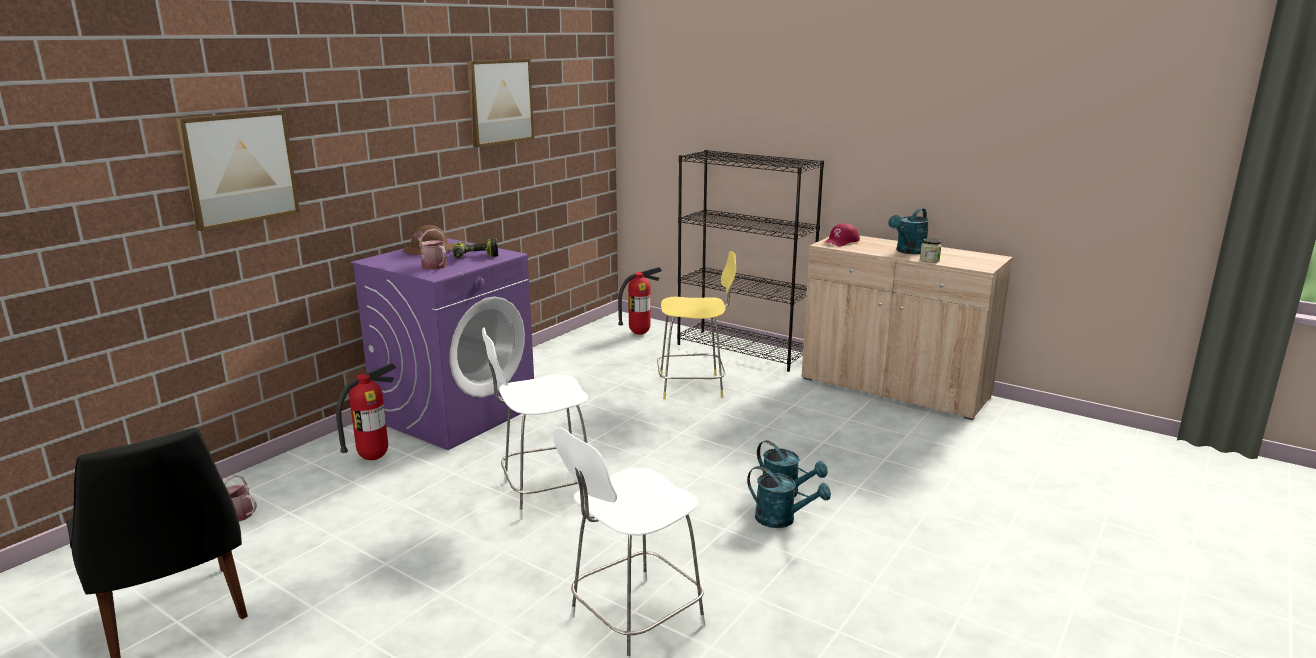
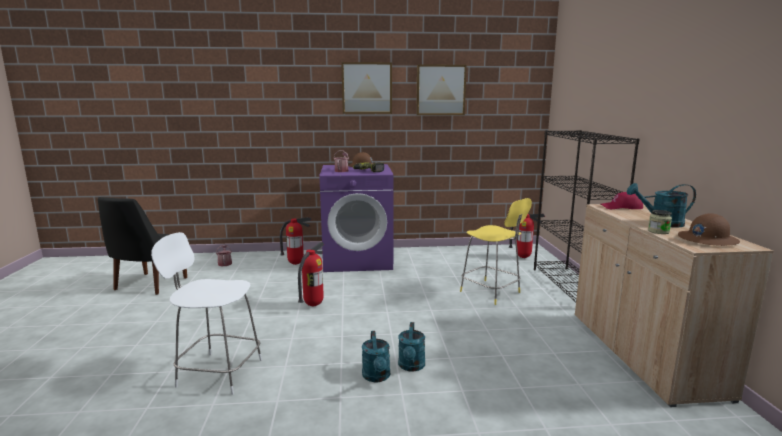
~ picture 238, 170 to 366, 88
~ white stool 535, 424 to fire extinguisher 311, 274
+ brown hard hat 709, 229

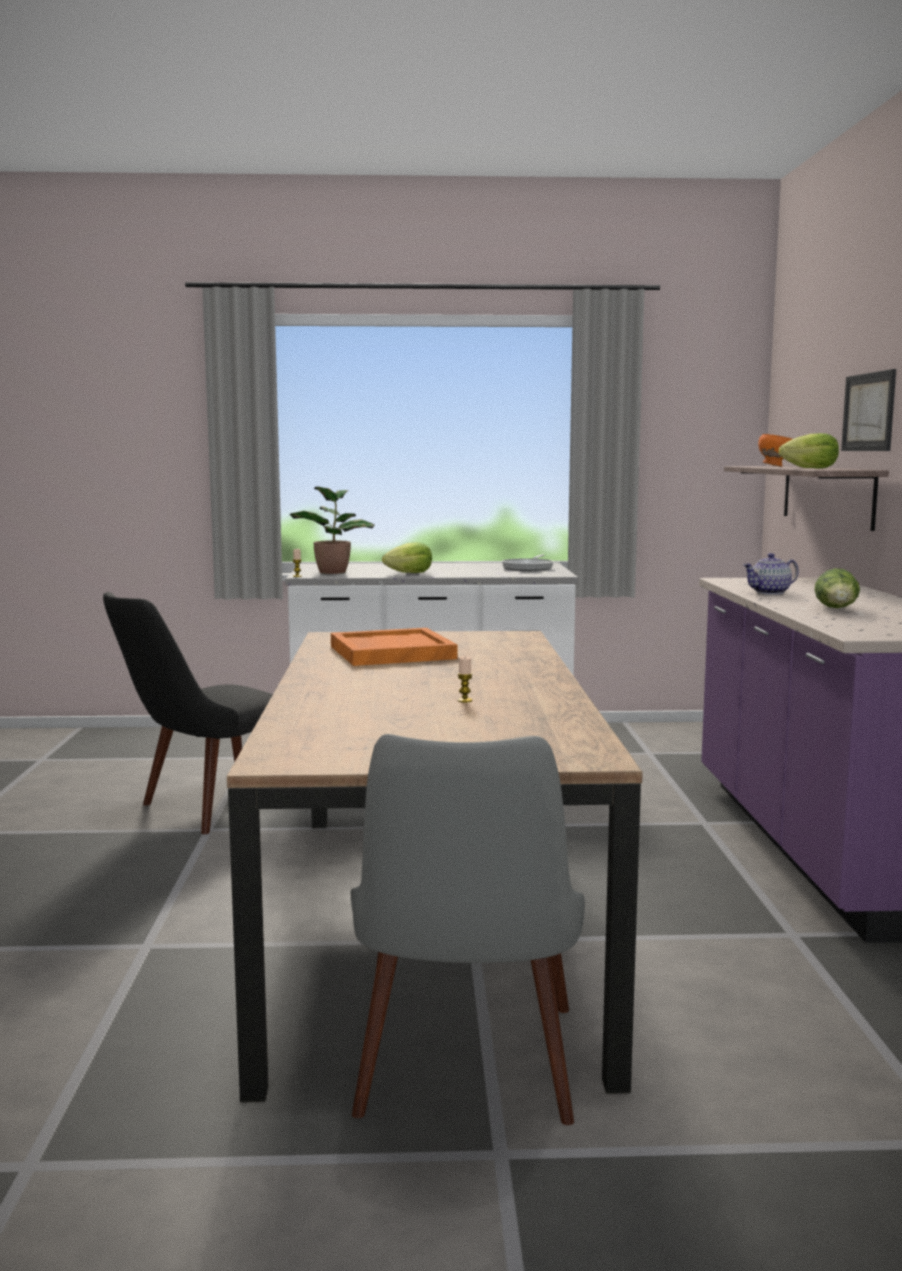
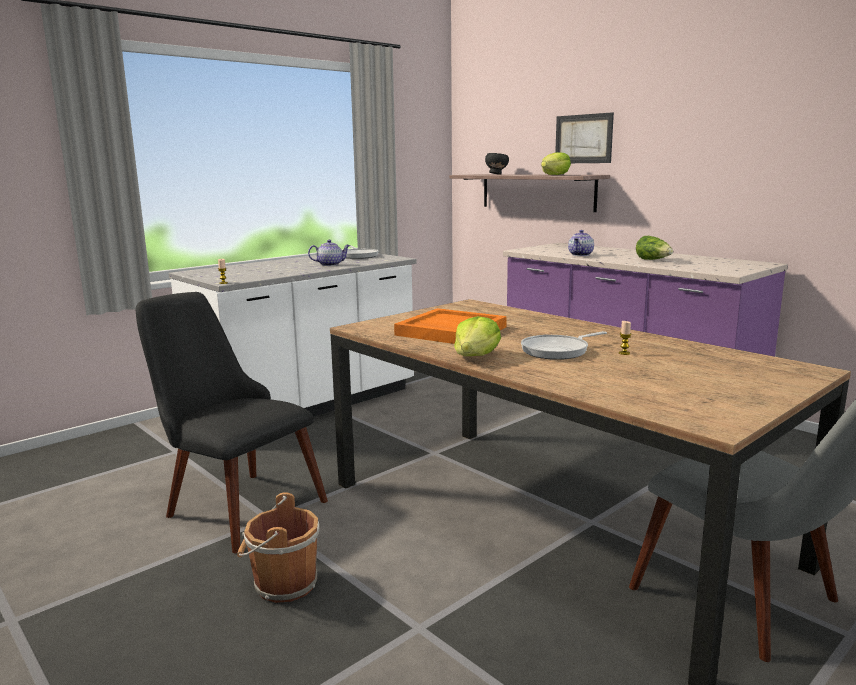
~ orange bowl 775, 450 to black bowl 497, 164
- potted plant 332, 530
~ lettuce 407, 557 to 477, 336
~ black chair 188, 713 = 232, 423 120 degrees clockwise
+ teapot 329, 253
+ frying pan 564, 345
+ brown bucket 278, 547

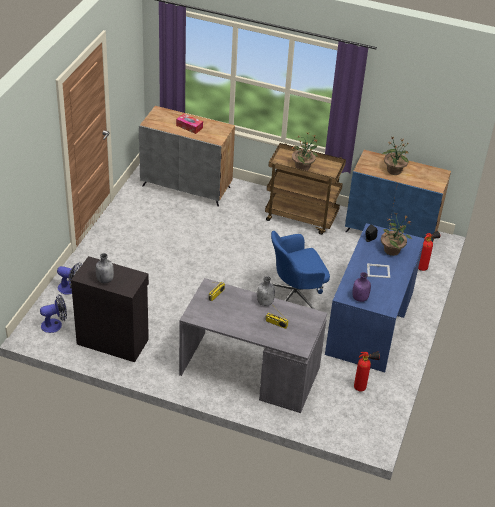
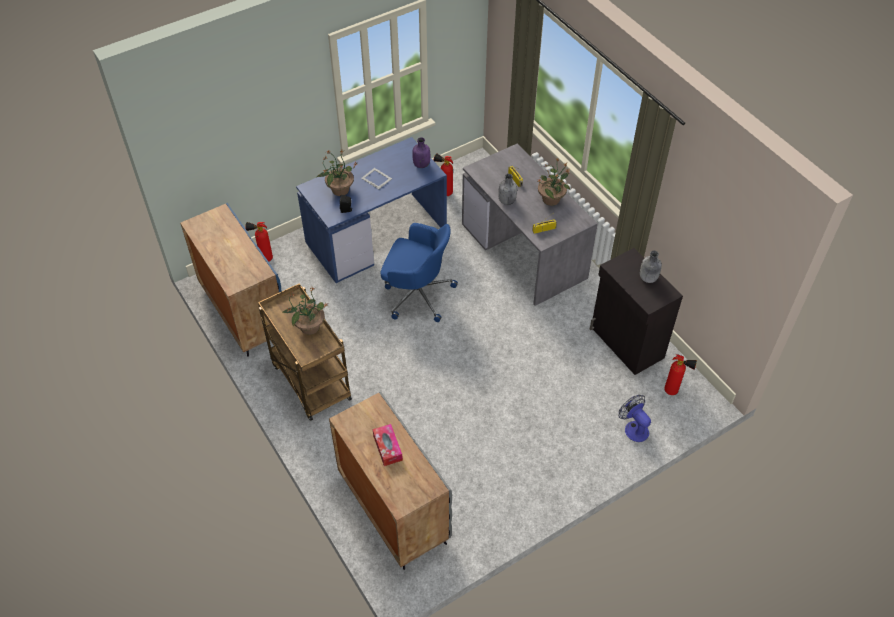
~ potted plant 395, 155 to 554, 182
~ fan 53, 314 to fire extinguisher 680, 374

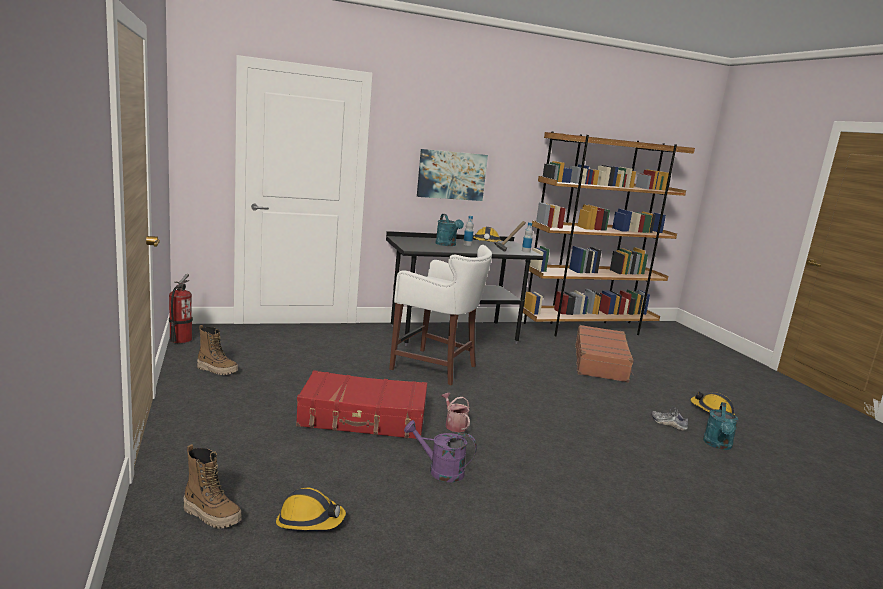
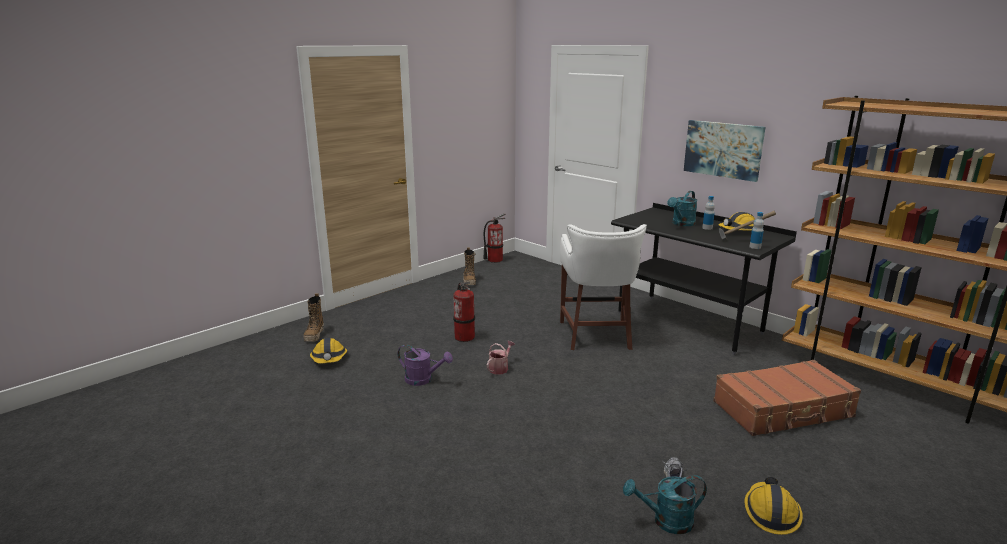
~ red suitcase 361, 404 to fire extinguisher 464, 312
~ purple watering can 440, 451 = 425, 365 120 degrees clockwise

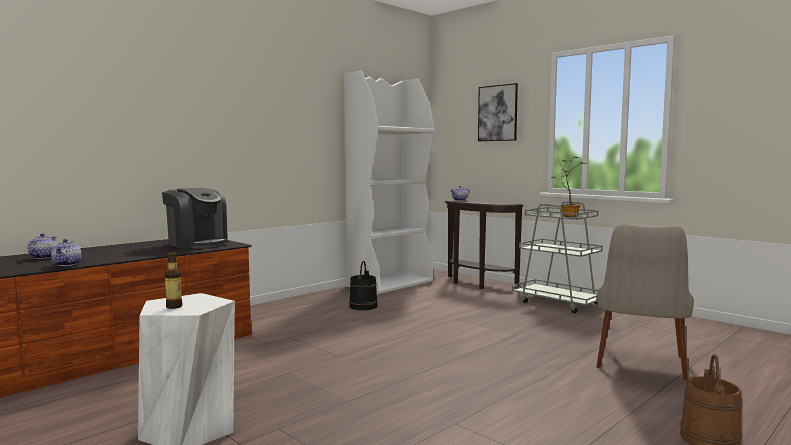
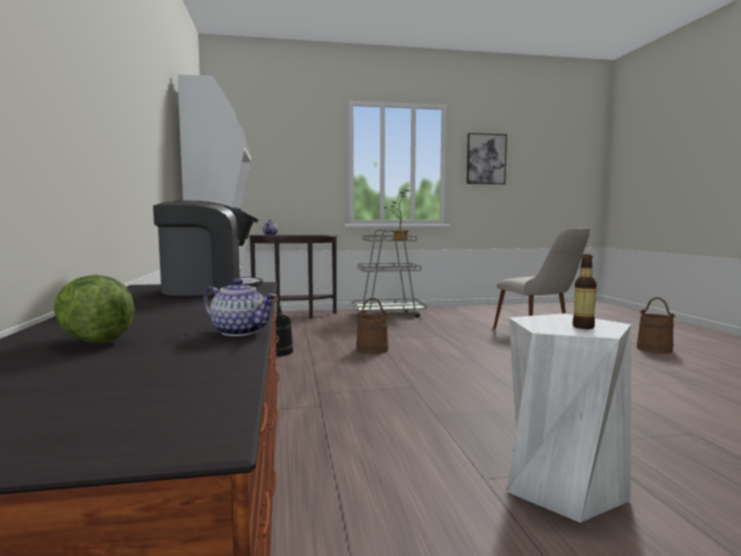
~ picture 498, 112 to 487, 158
~ teapot 41, 246 to lettuce 94, 309
+ brown bucket 372, 326

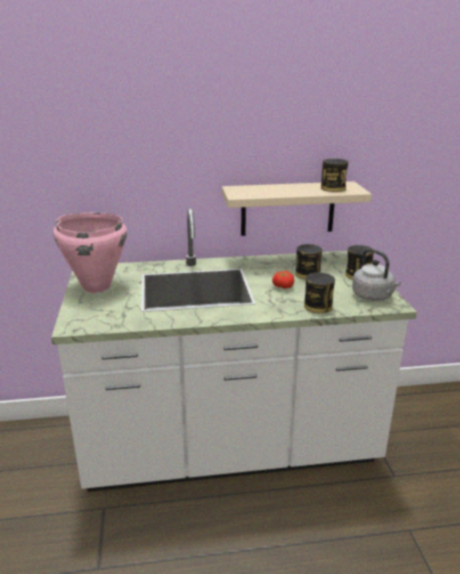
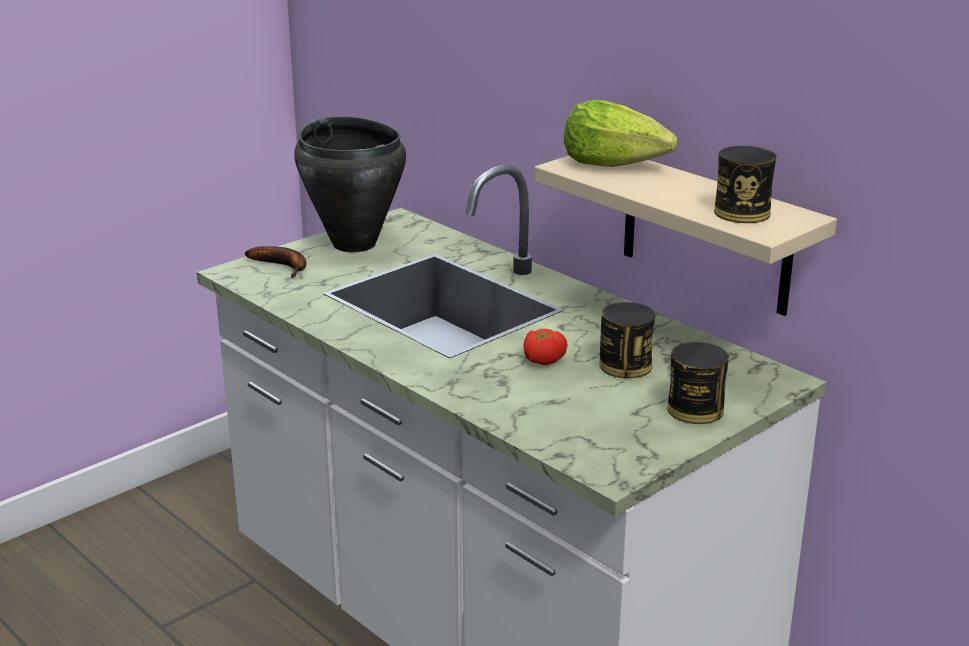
~ pink cooking pot 90, 253 to black cooking pot 350, 184
- grey kettle 376, 274
- can 319, 293
+ lettuce 621, 133
+ banana 275, 262

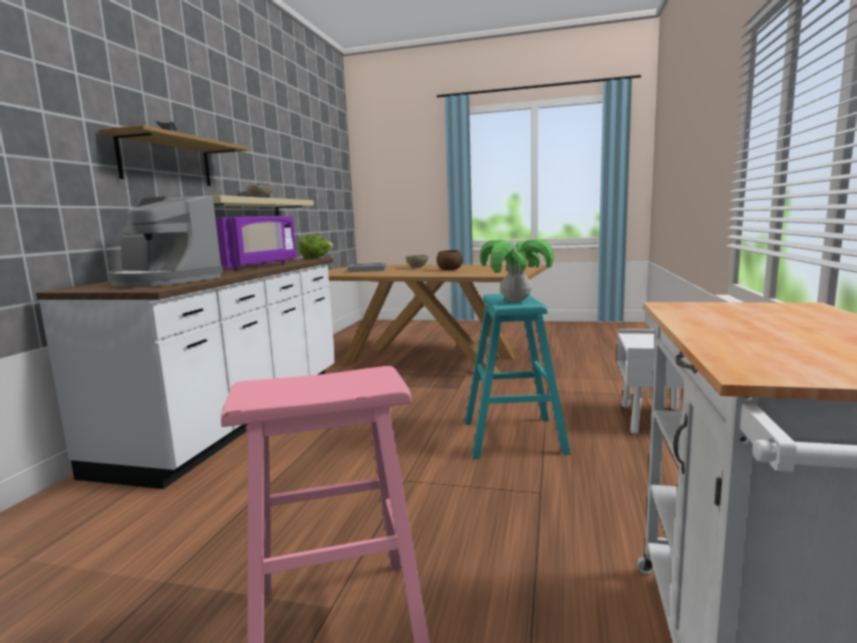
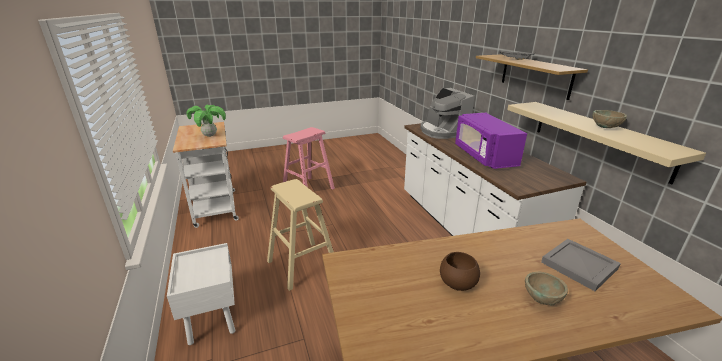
~ coffee machine 165, 241 = 447, 113 105 degrees counterclockwise
- lettuce 316, 246
~ potted plant 517, 270 to 206, 121
~ turquoise stool 518, 376 to beige stool 300, 235

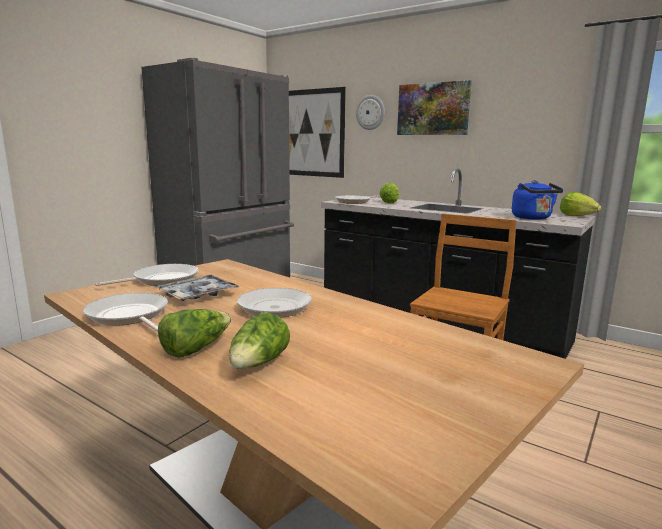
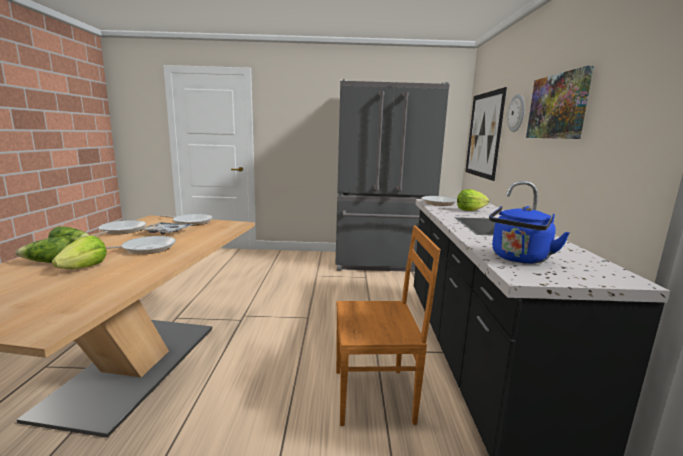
~ lettuce 580, 204 to 79, 252

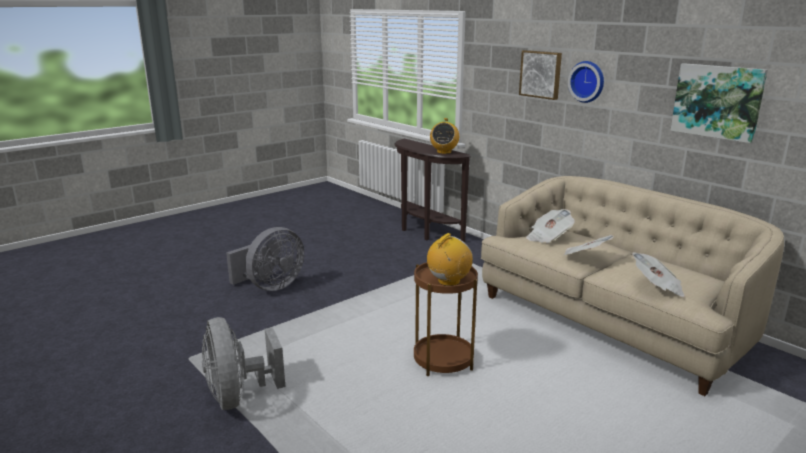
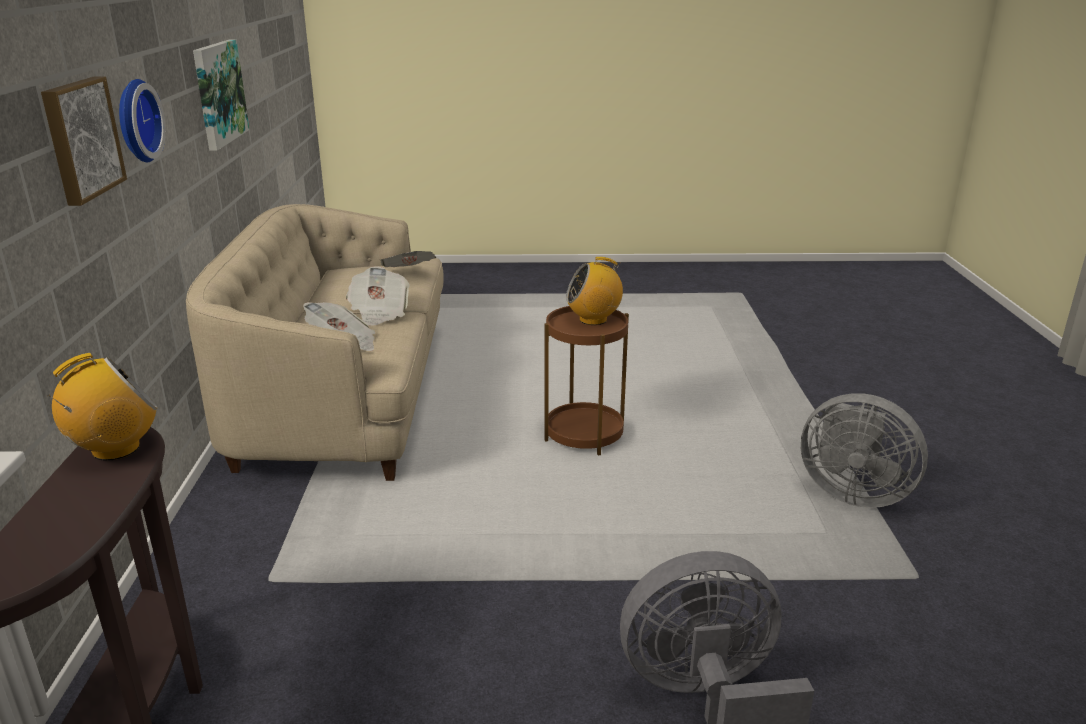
~ grey fan 244, 363 = 864, 450 105 degrees clockwise

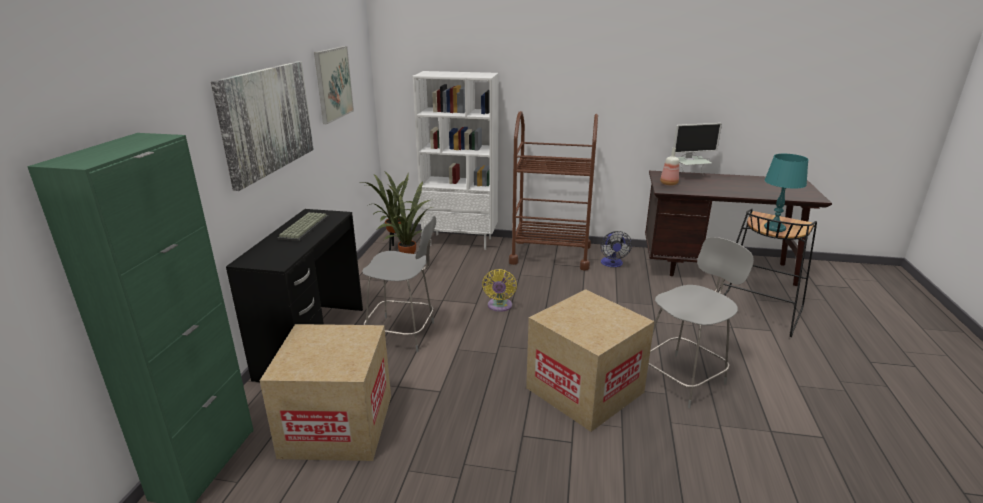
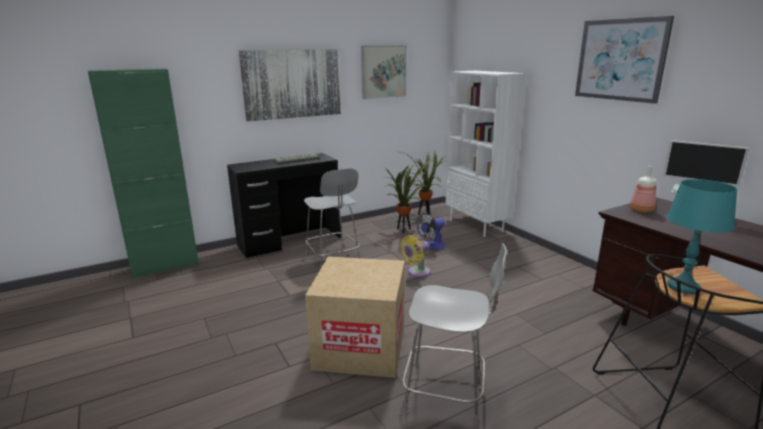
- brown cart 553, 191
~ fan 616, 249 to 431, 231
- cardboard box 325, 392
+ picture 624, 60

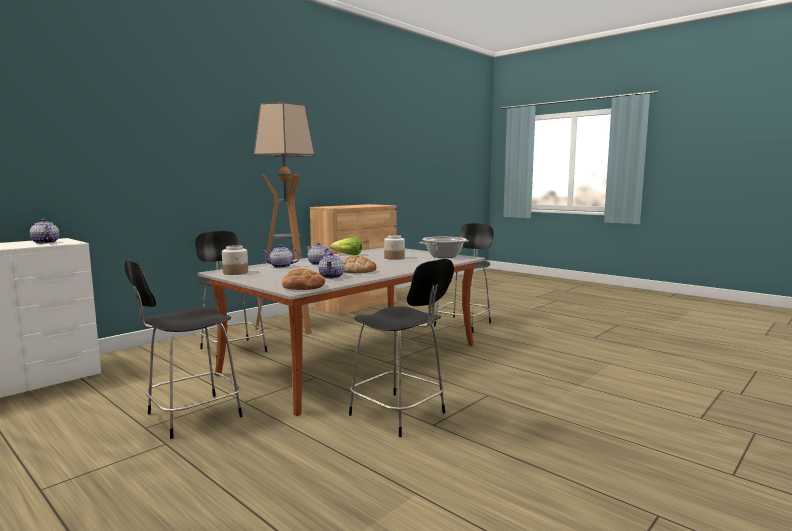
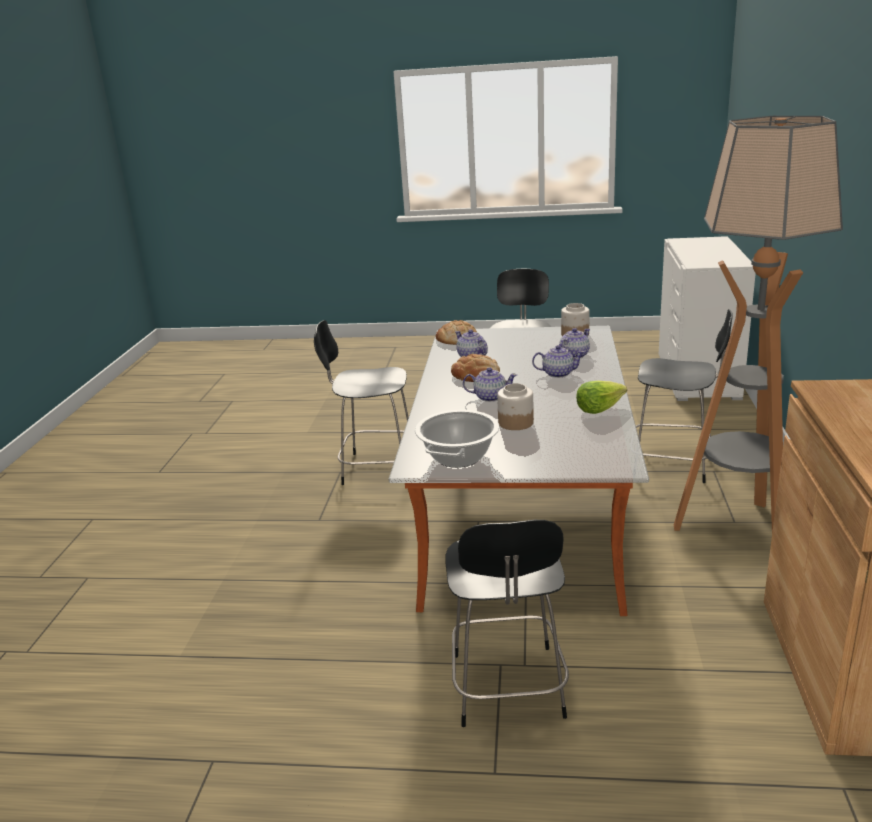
~ teapot 44, 231 to 490, 384

